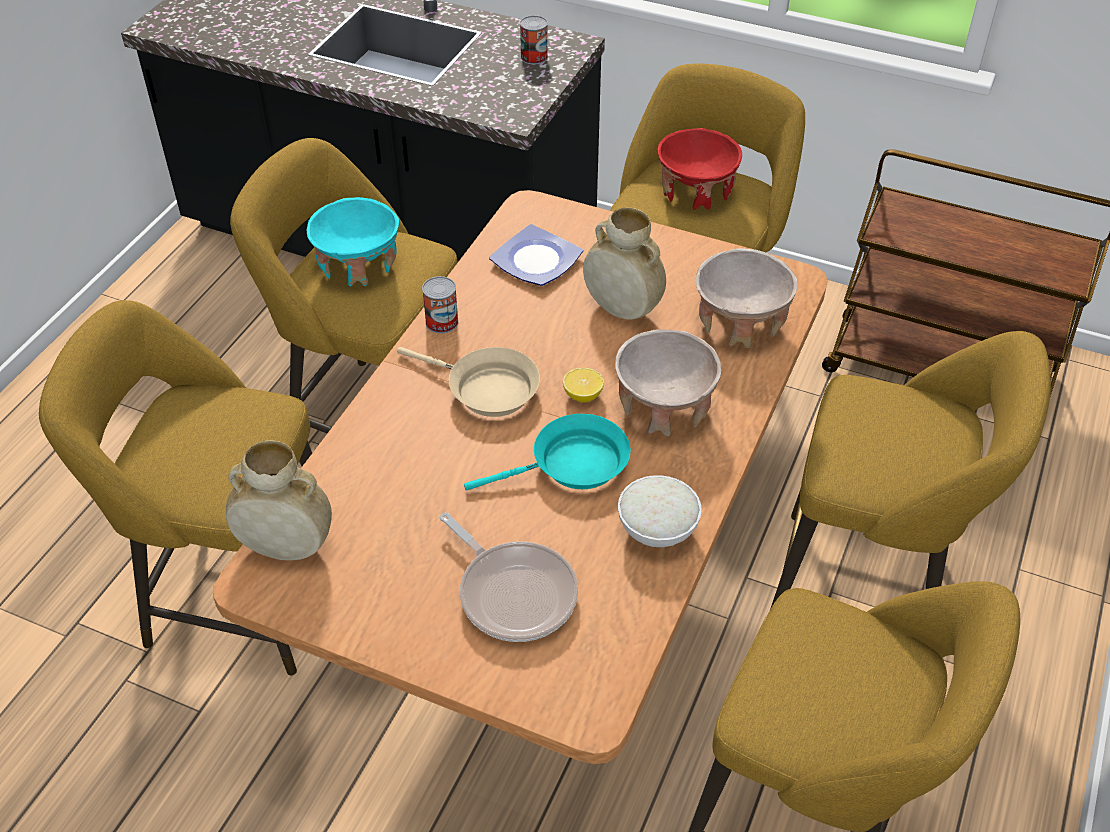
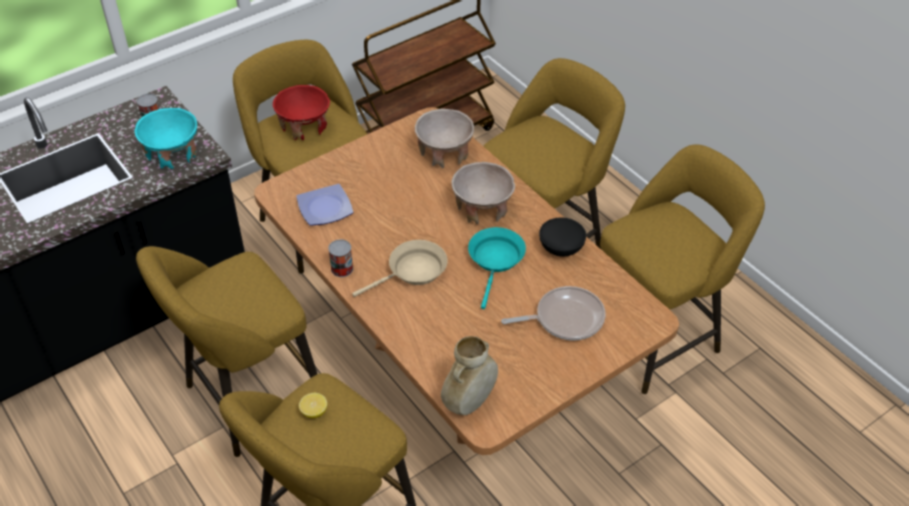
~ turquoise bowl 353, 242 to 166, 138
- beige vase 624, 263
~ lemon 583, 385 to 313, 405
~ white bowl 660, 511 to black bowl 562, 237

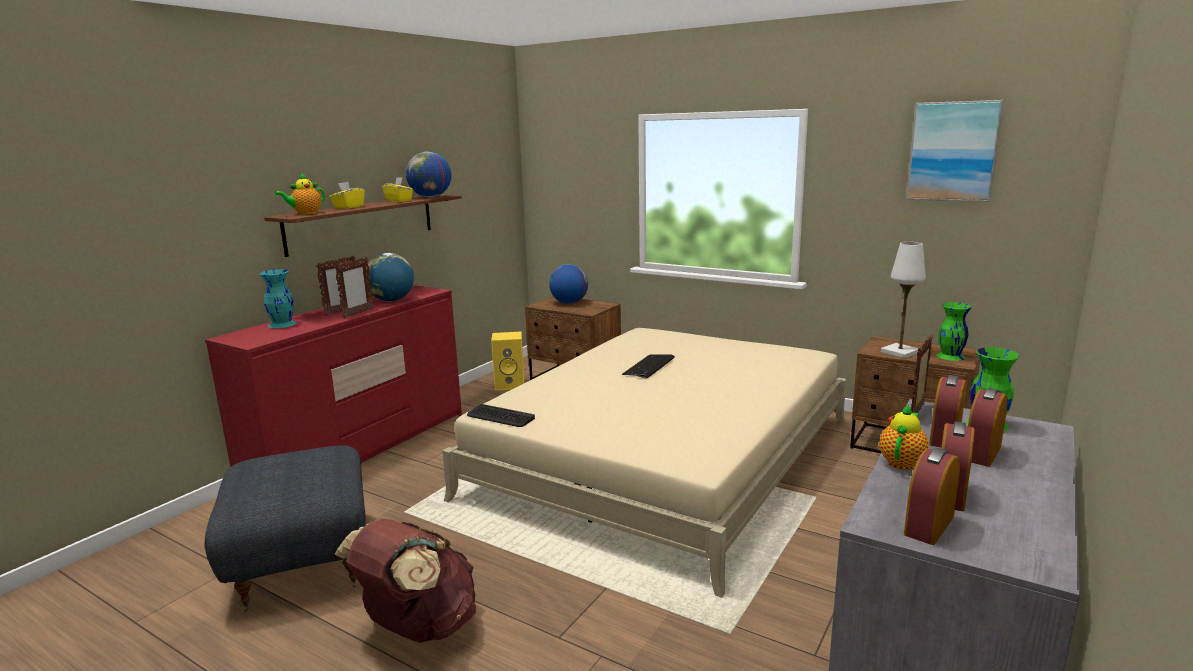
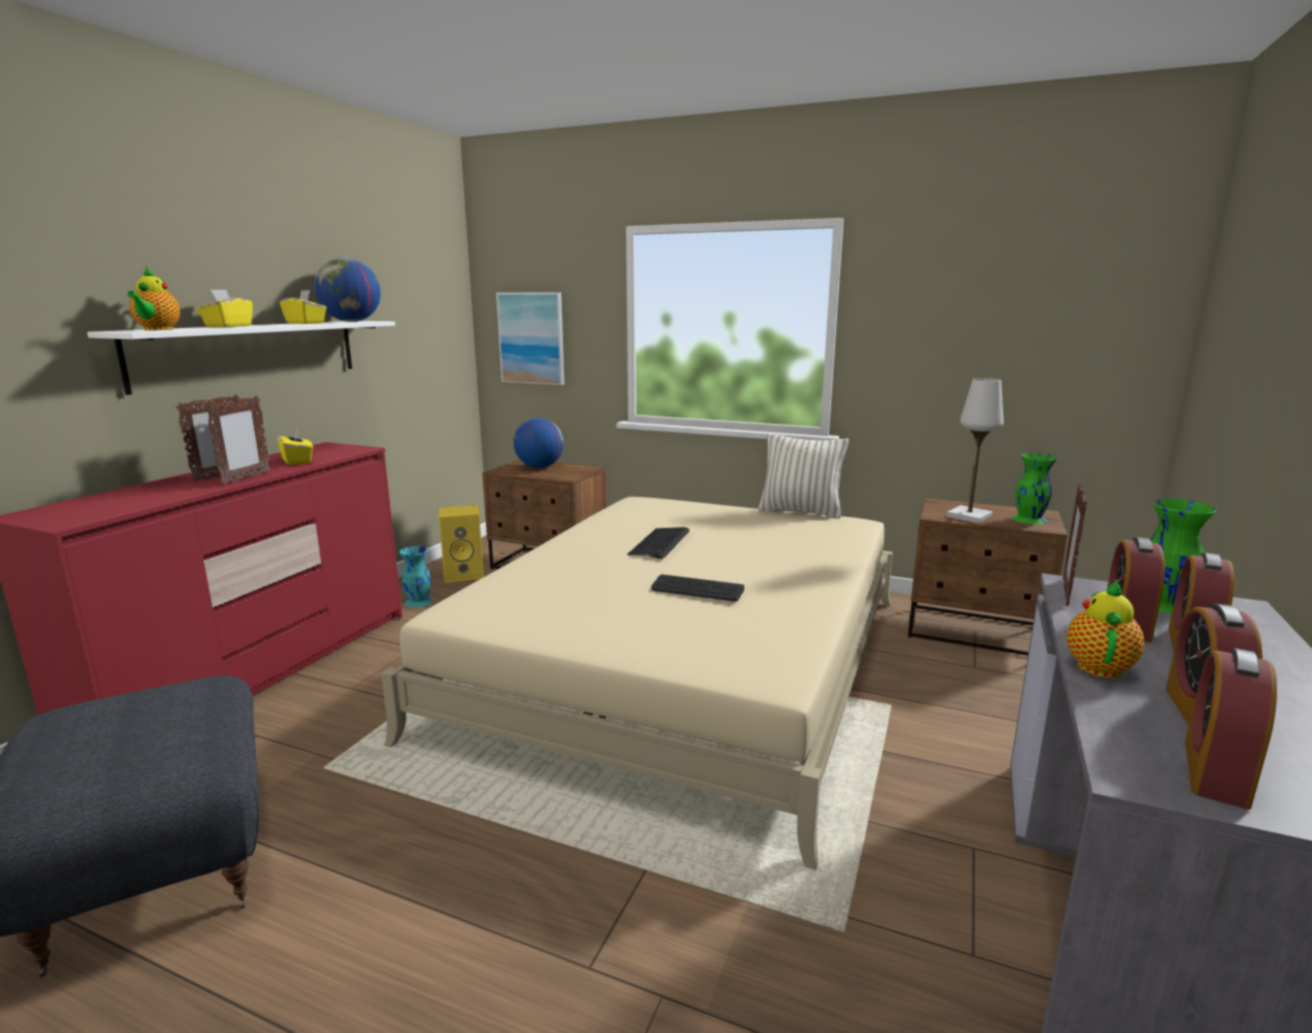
~ picture 955, 151 to 530, 338
~ teapot 299, 194 = 153, 298 45 degrees counterclockwise
~ brown shelf 363, 226 to white shelf 241, 358
~ globe 390, 277 to yellow tissue box 295, 446
~ turquoise vase 278, 298 to 416, 576
~ keyboard 501, 415 to 697, 587
- brown backpack 405, 581
+ pillow 803, 476

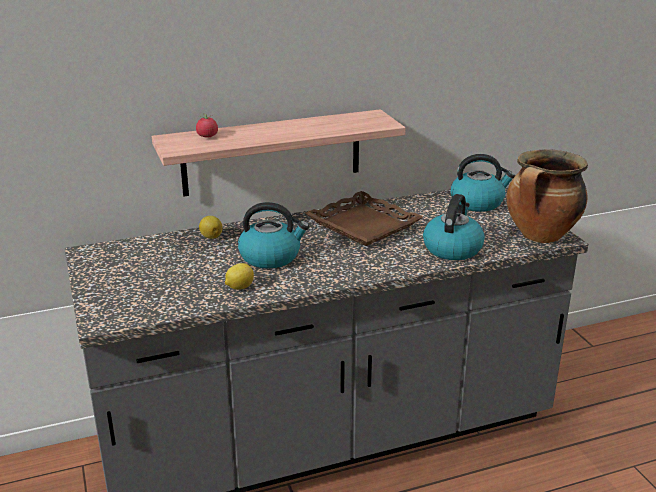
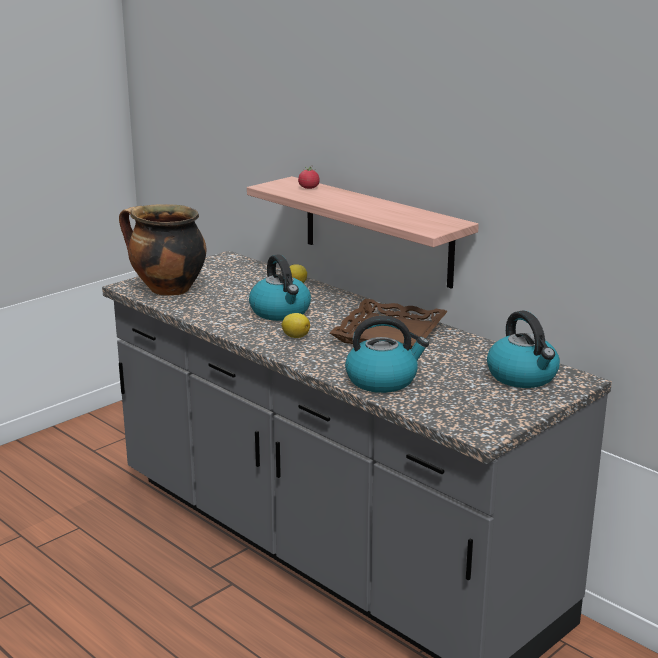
~ cooking pot 547, 196 to 162, 250
~ lemon 239, 276 to 296, 325

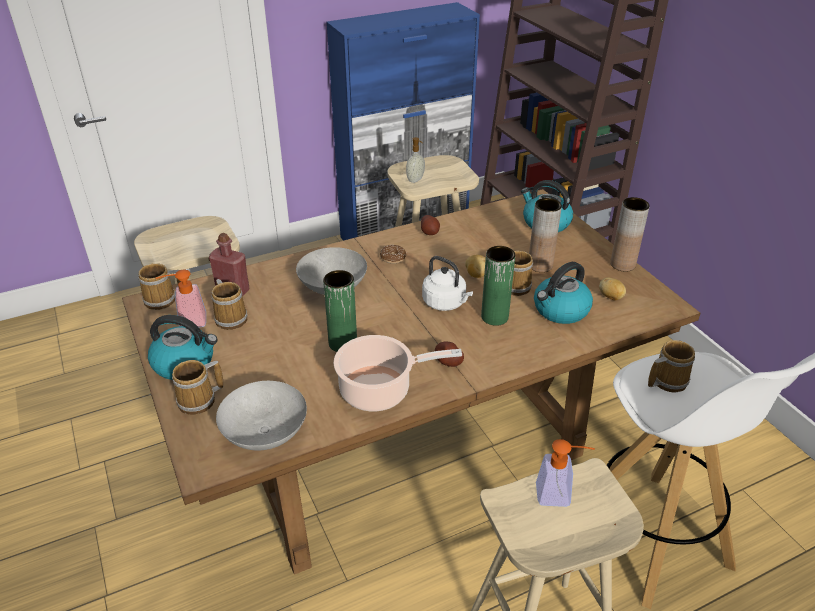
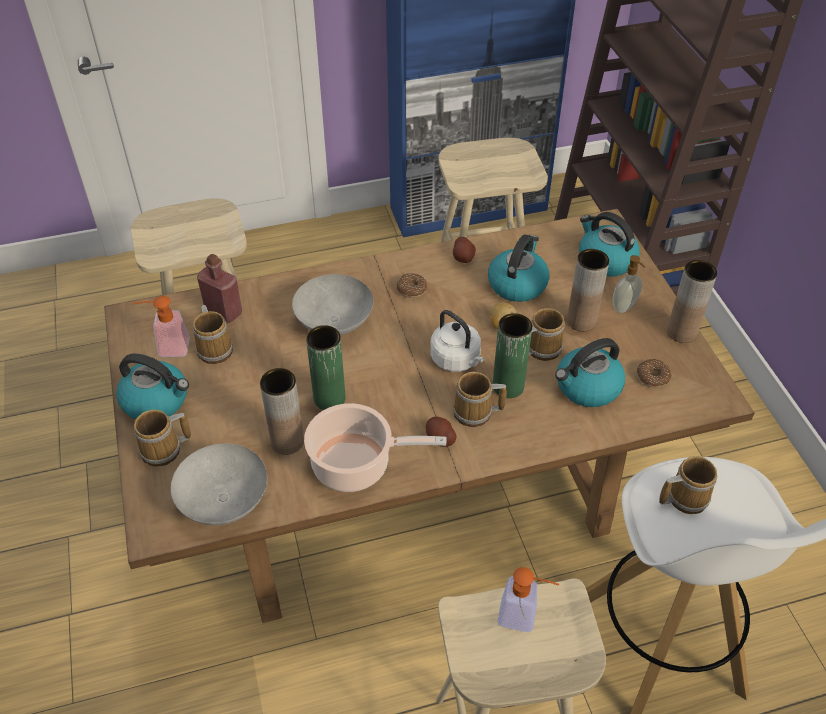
~ soap dispenser 415, 160 to 628, 284
~ mug 159, 286 to 480, 399
~ potato 612, 288 to donut 654, 373
+ kettle 518, 268
+ brown vase 282, 411

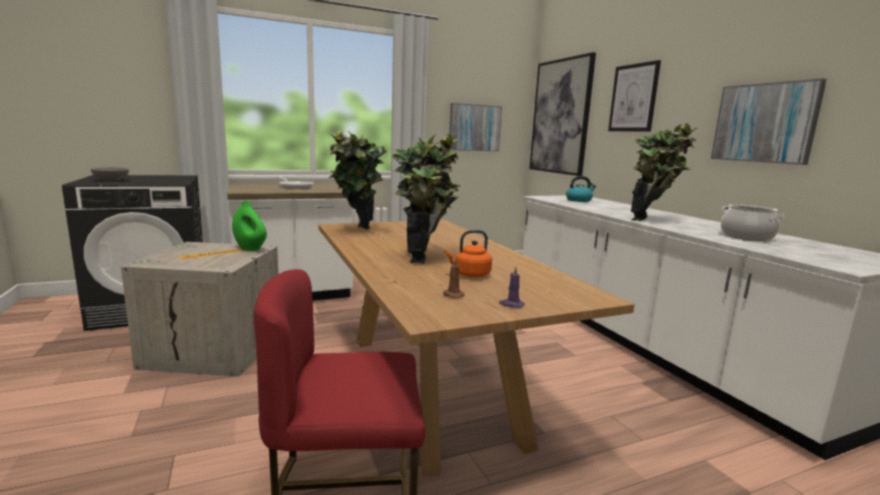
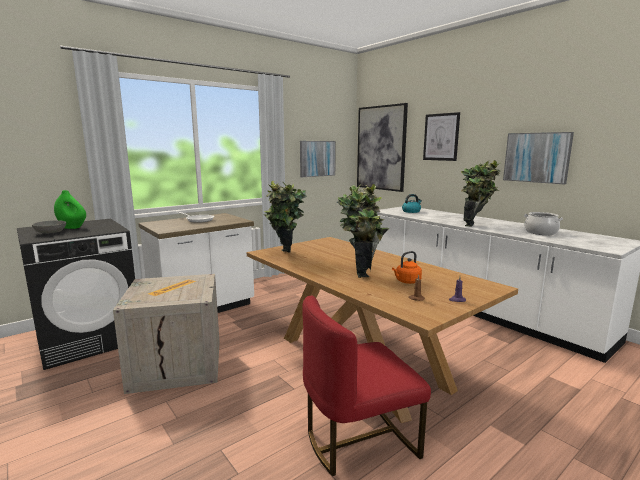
~ green vase 249, 226 to 70, 209

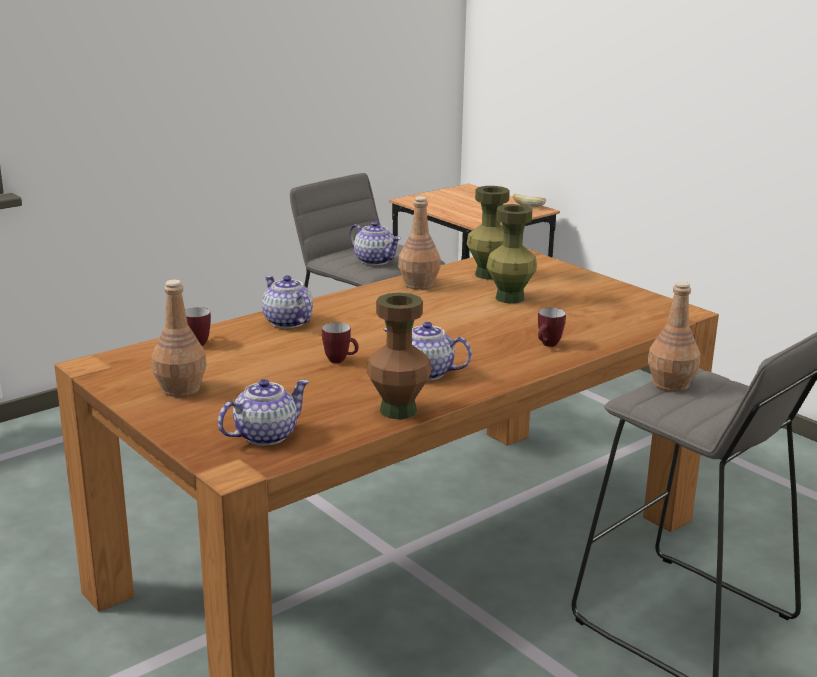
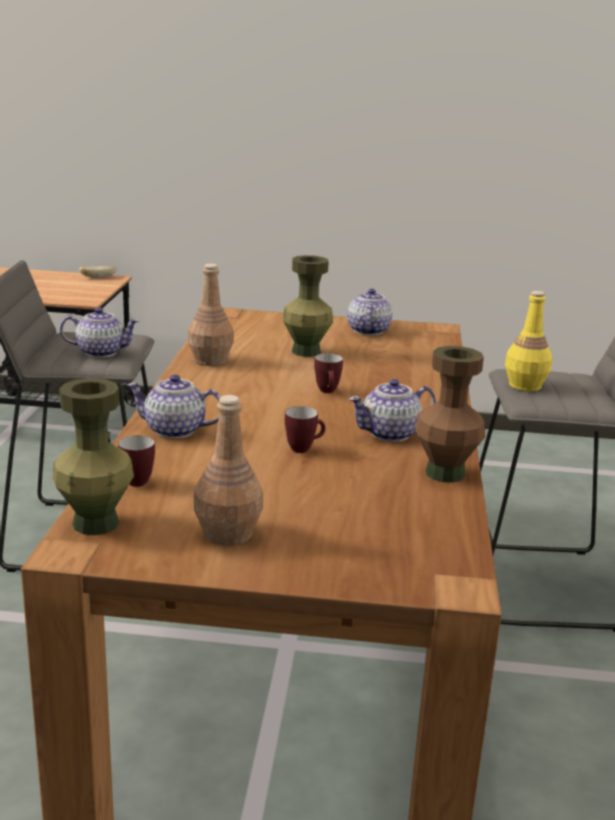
~ green vase 488, 232 to 93, 456
~ brown bottle 674, 336 to yellow bottle 528, 341
~ mug 552, 327 to 328, 373
~ teapot 263, 412 to 369, 311

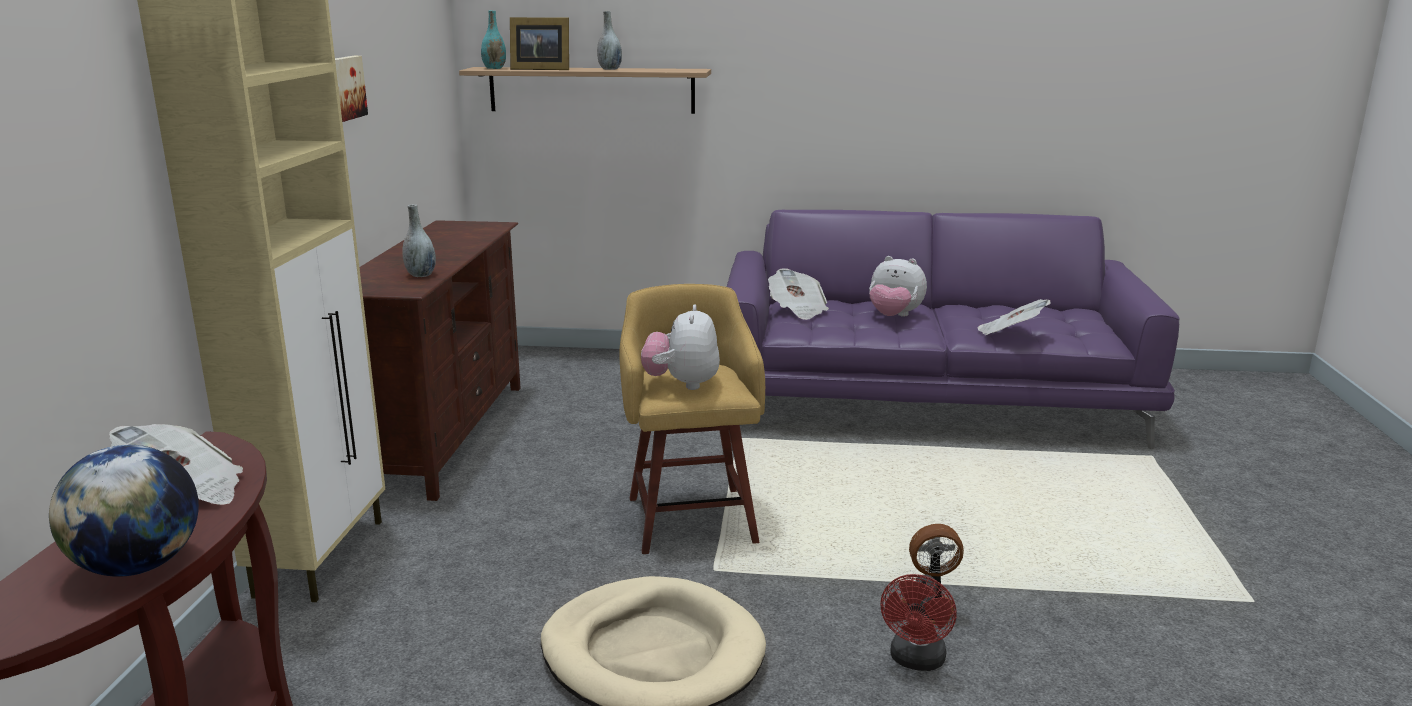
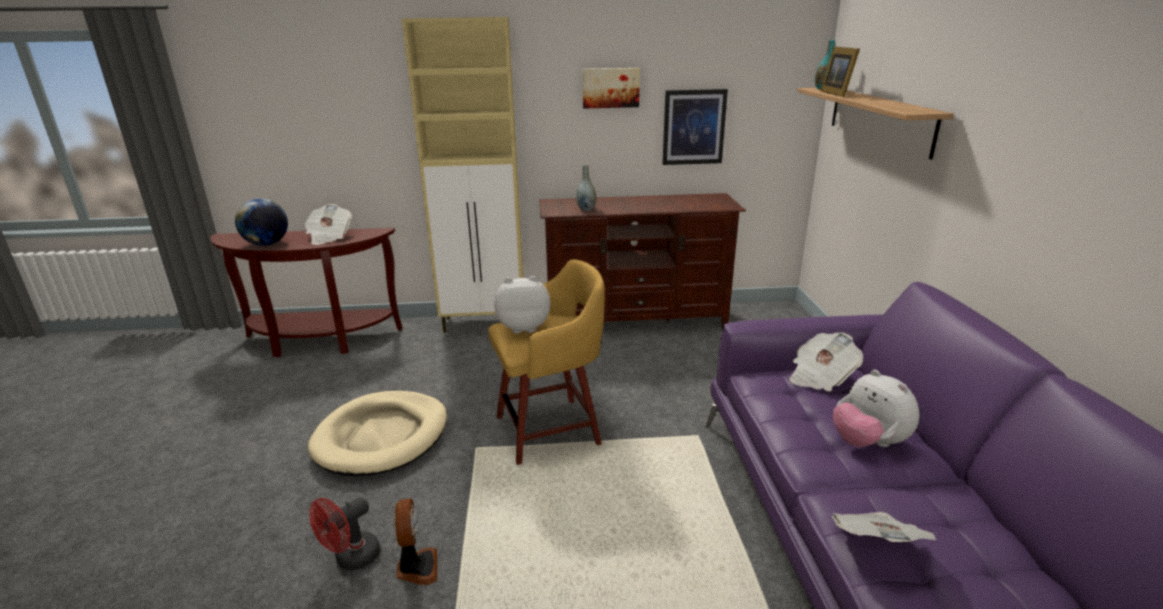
- grey vase 609, 40
~ plush toy 898, 286 = 876, 408 45 degrees counterclockwise
~ red fan 919, 622 = 345, 534 60 degrees counterclockwise
+ picture 695, 127

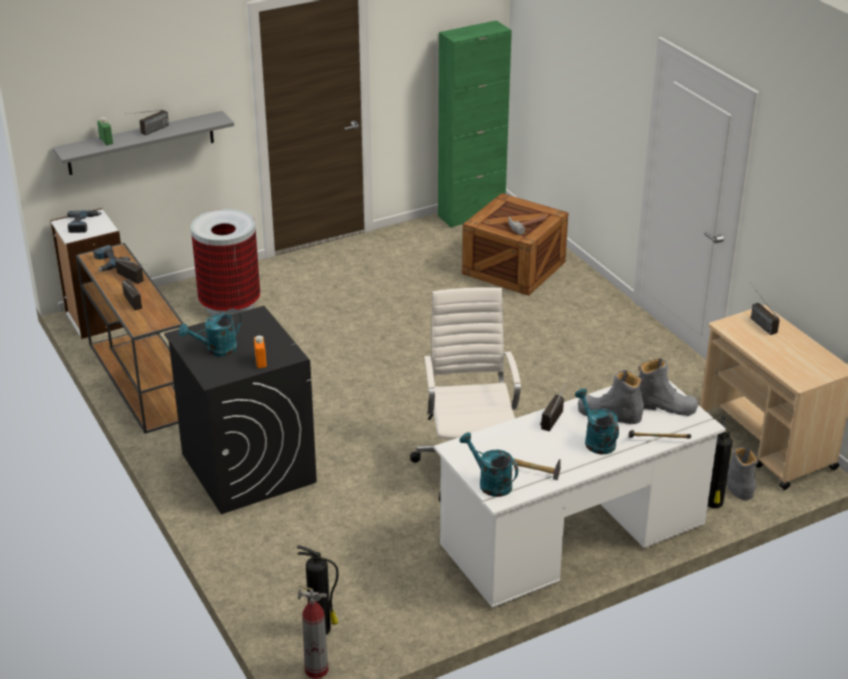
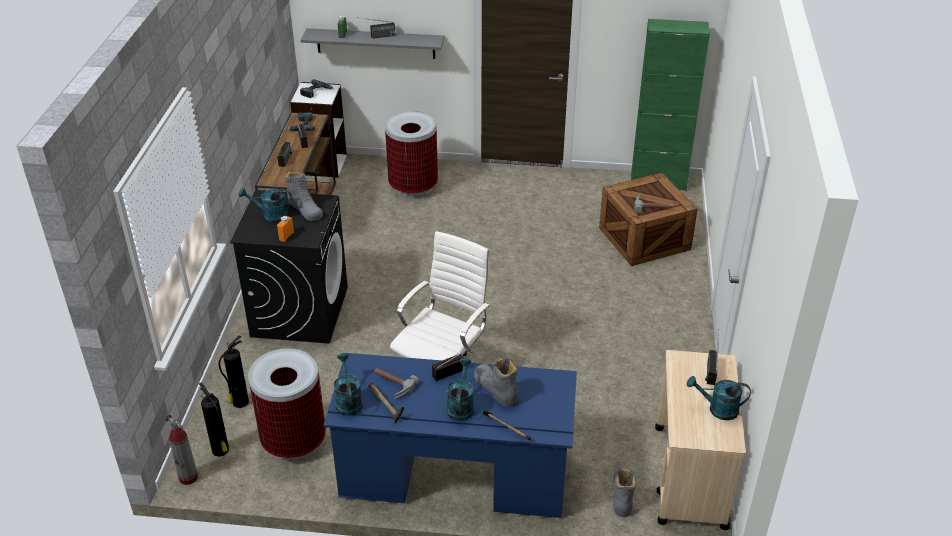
~ grey boot 668, 387 to 304, 196
~ white desk 580, 494 to blue desk 450, 435
~ fire extinguisher 720, 462 to 233, 371
+ trash can 287, 405
+ hammer 397, 384
+ turquoise watering can 719, 398

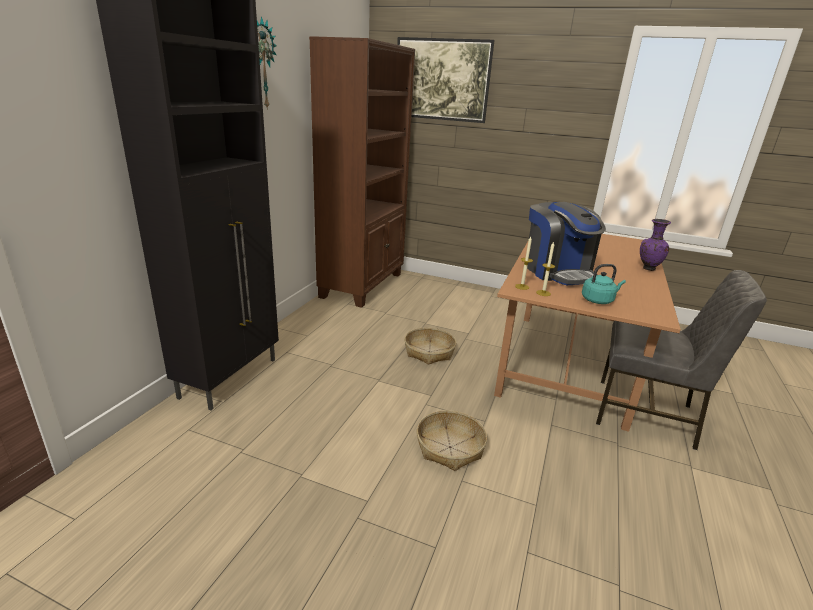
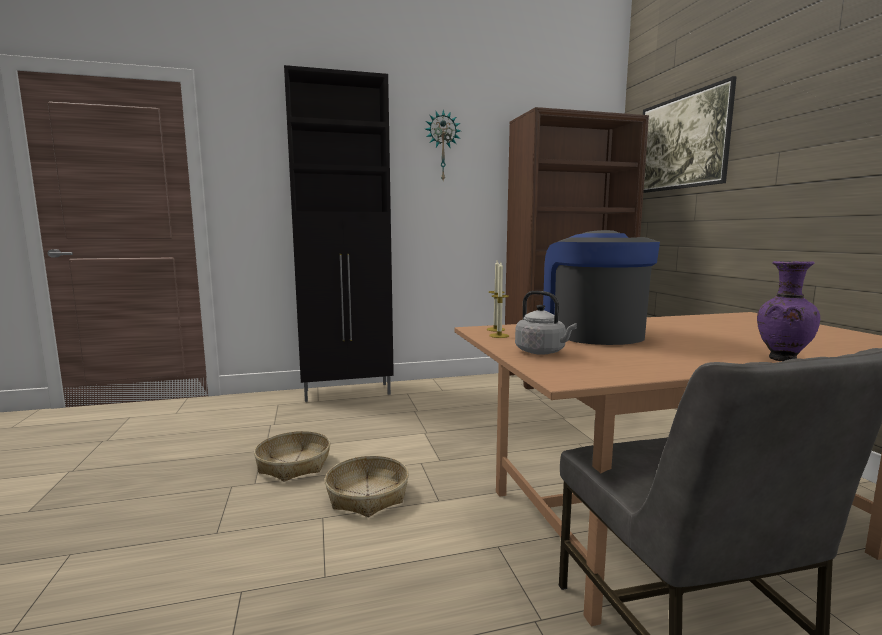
~ coffee machine 566, 243 = 601, 287 135 degrees clockwise
~ turquoise kettle 604, 284 to grey kettle 546, 323
~ basket 430, 346 to 292, 456

